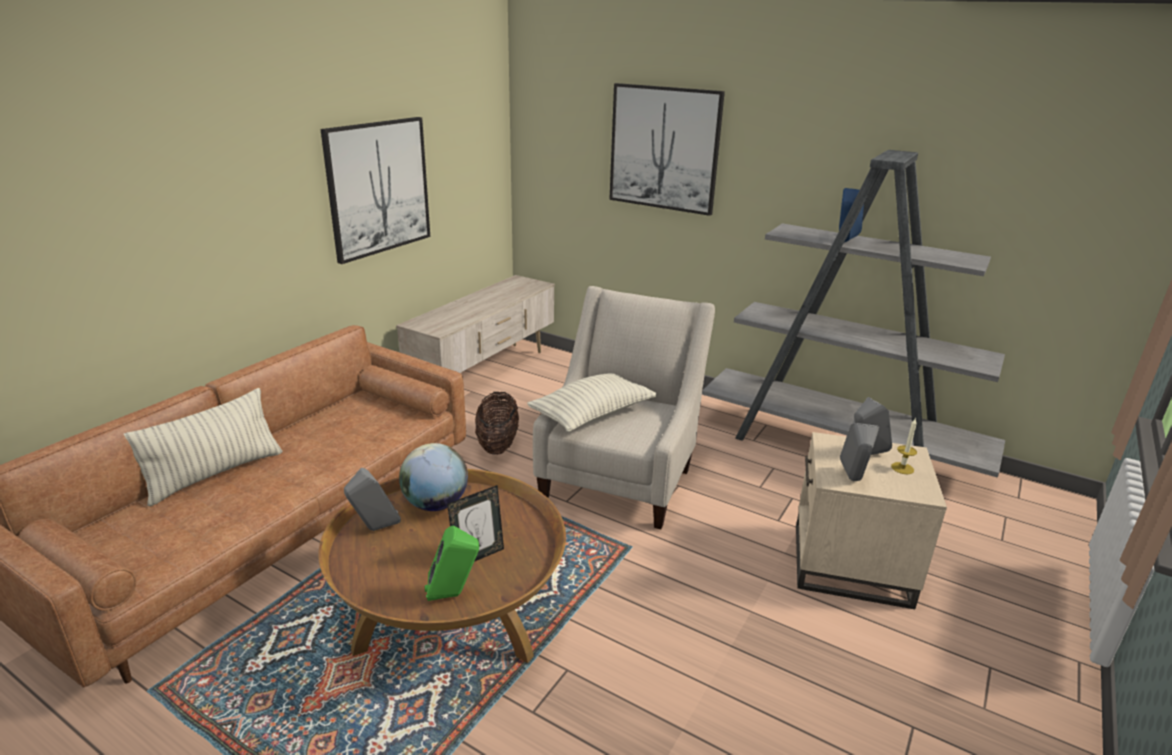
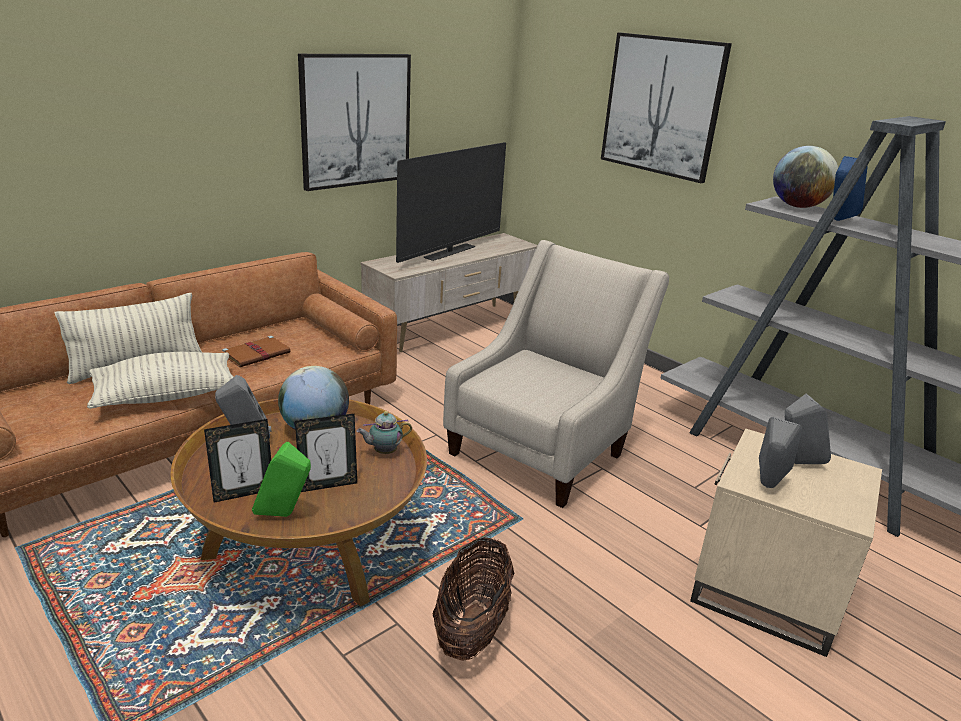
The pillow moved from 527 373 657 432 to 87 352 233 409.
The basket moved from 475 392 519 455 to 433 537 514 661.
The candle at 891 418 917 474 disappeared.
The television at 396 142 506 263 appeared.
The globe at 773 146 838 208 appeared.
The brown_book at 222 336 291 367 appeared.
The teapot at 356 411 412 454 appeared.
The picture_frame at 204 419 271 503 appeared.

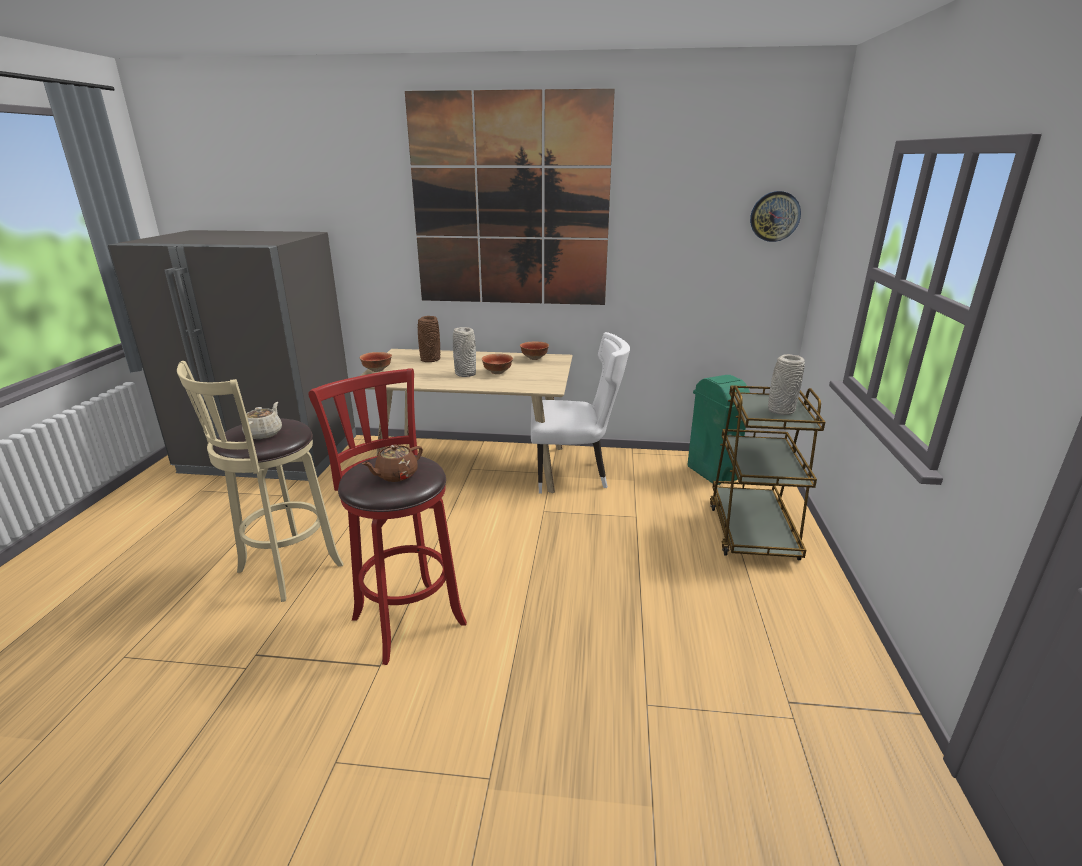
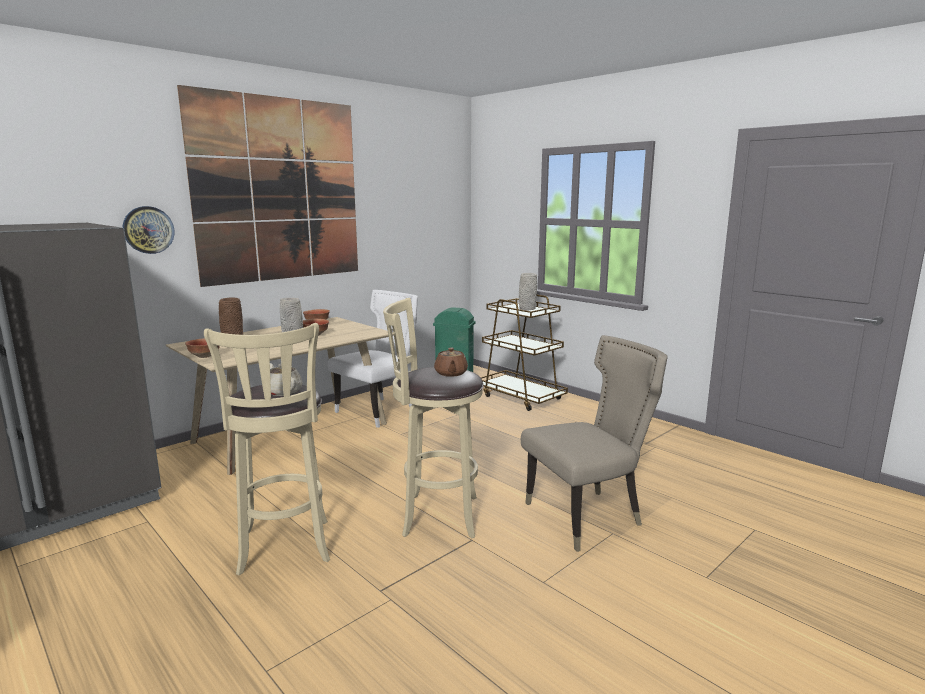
The wall_clock moved from 750 191 801 242 to 123 206 174 254.
The red_stool at 309 368 467 665 became the beige_stool at 383 298 484 538.
The beige_chair at 521 335 668 552 appeared.

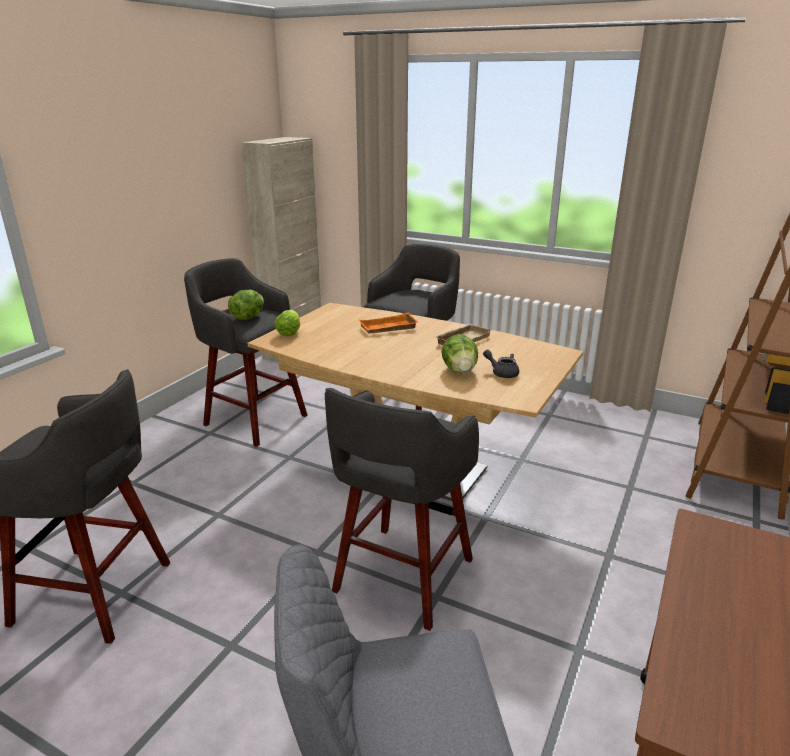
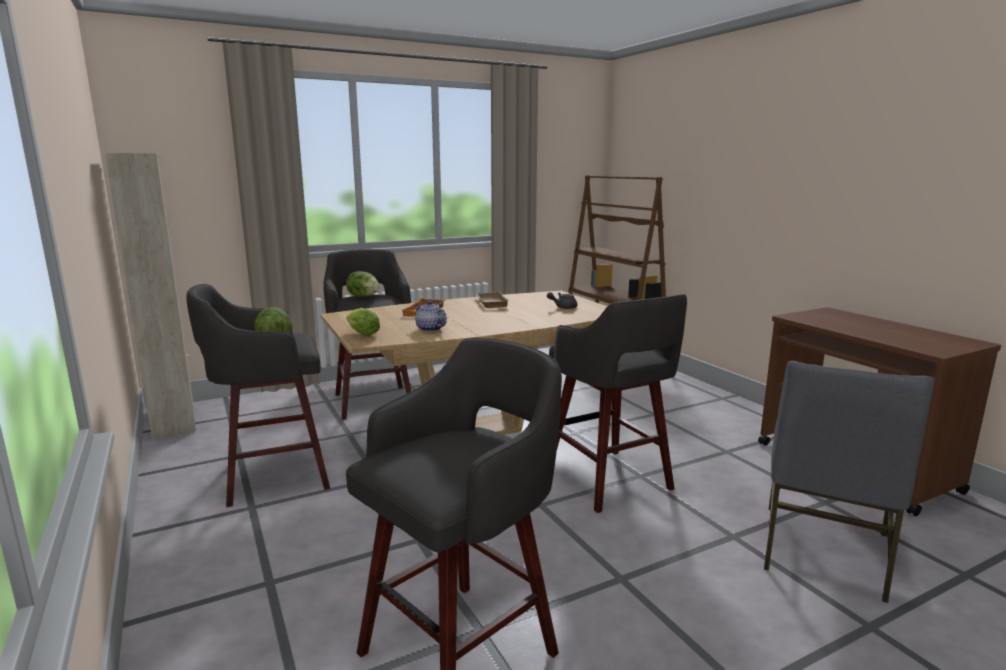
The lettuce moved from 441 334 478 373 to 346 271 380 297.
The teapot at 414 301 447 332 appeared.

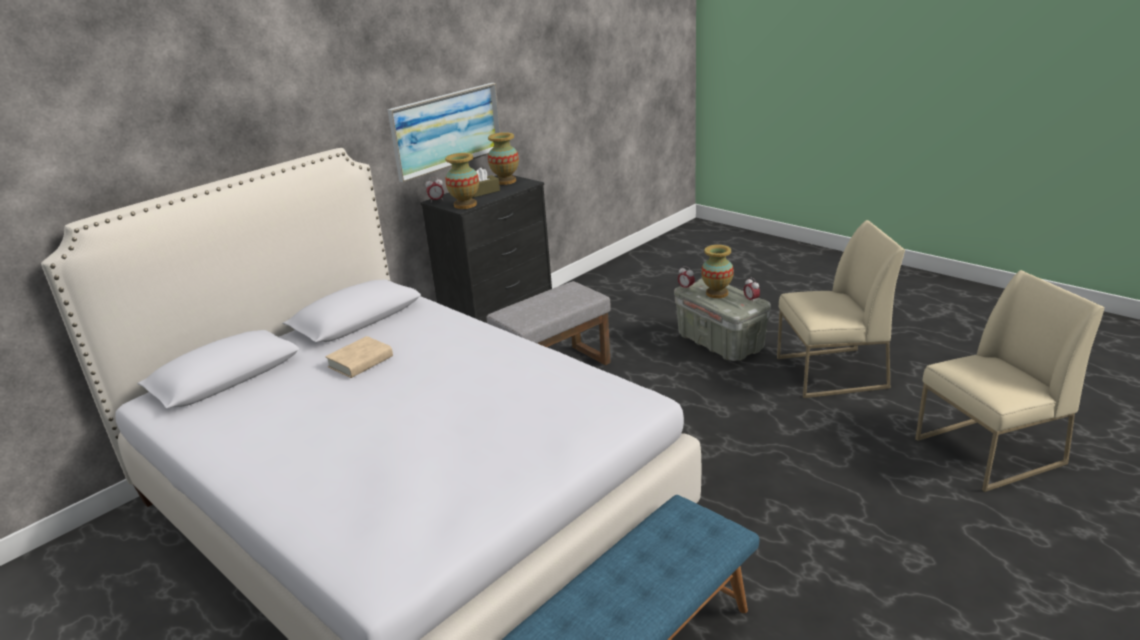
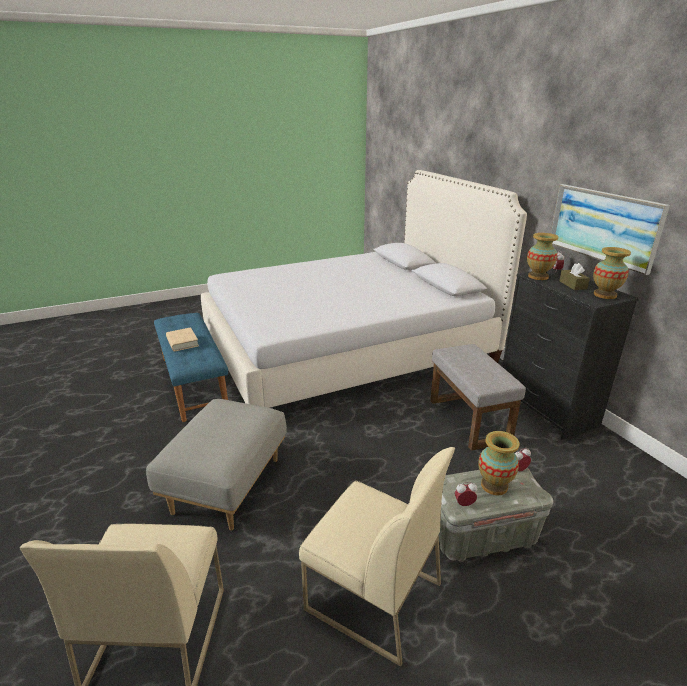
The beige_chair at 777 220 905 398 turned 75 degrees counterclockwise.
The beige_book moved from 325 336 393 378 to 166 327 199 351.
The grey_ottoman at 146 399 287 530 appeared.

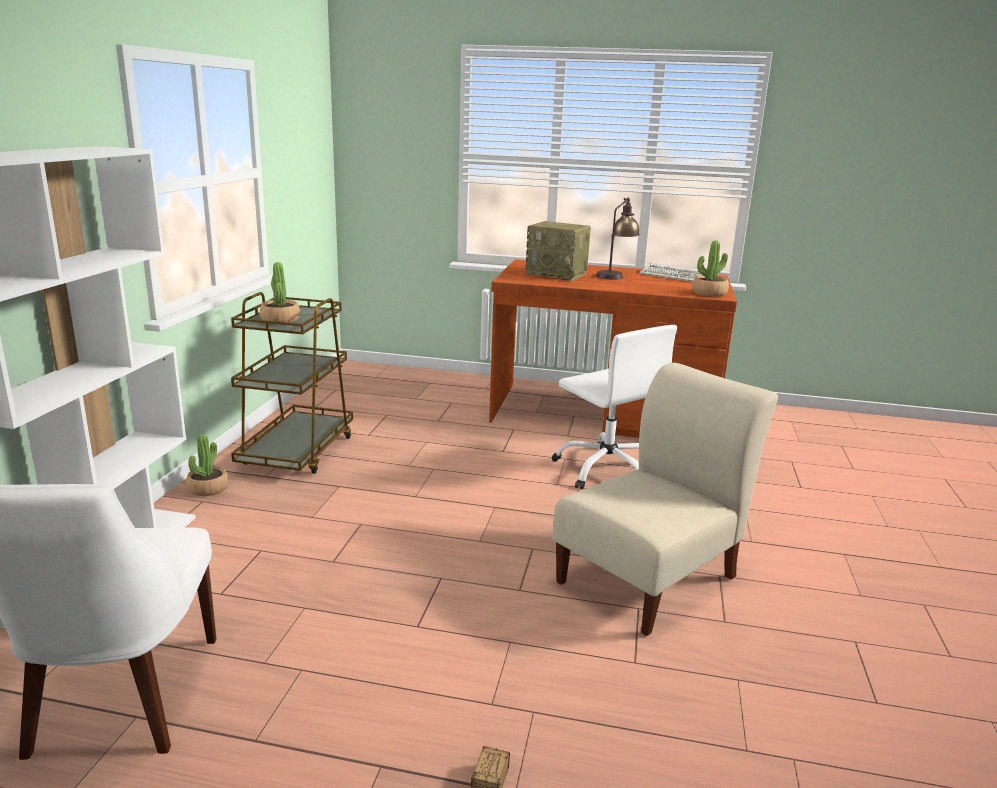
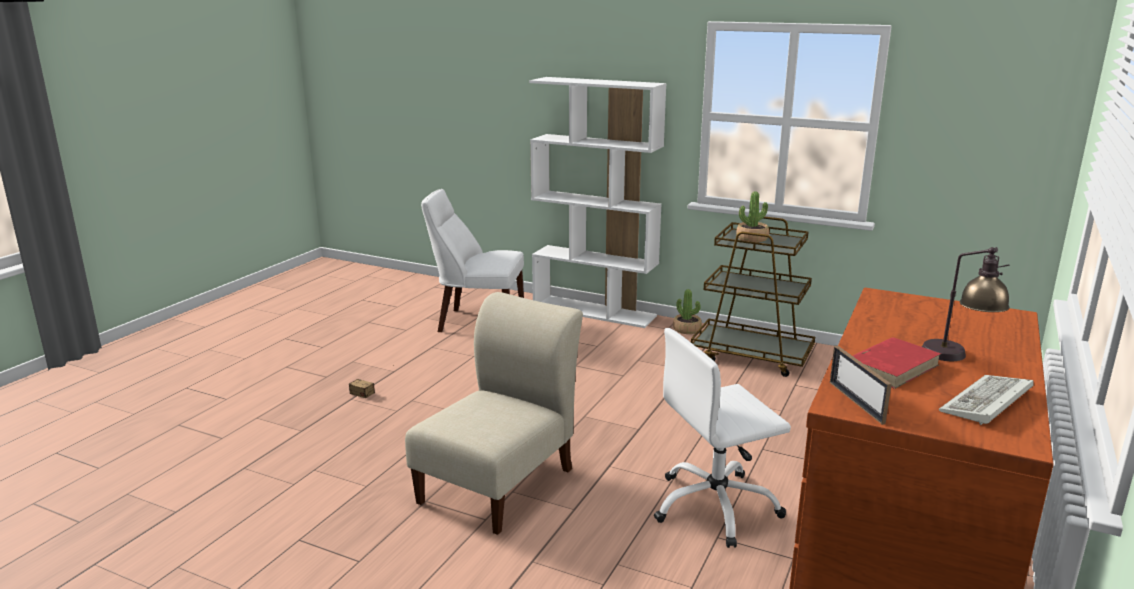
The radio at 525 221 591 281 disappeared.
The potted_plant at 692 240 729 297 was replaced by the picture_frame at 830 345 892 425.
The beige_chair at 553 363 778 636 turned 120 degrees counterclockwise.
The red_book at 853 337 941 389 appeared.

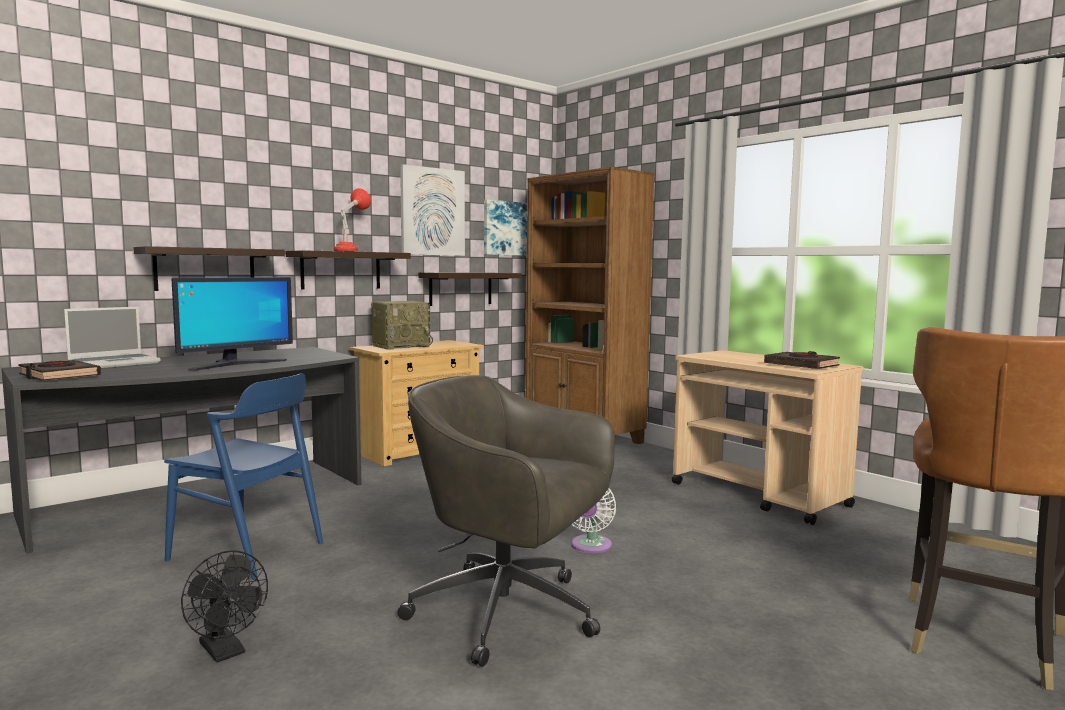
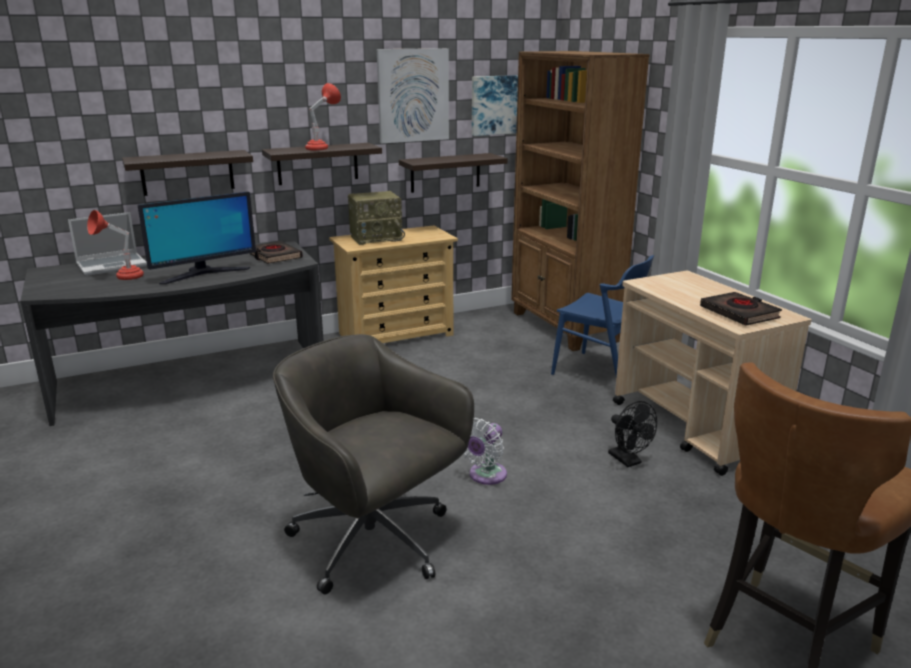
The black_book moved from 18 360 101 381 to 249 241 303 264.
The blue_chair moved from 164 373 323 580 to 551 255 654 377.
The black_fan moved from 181 550 268 663 to 608 401 657 467.
The red_table_lamp at 87 210 144 280 appeared.

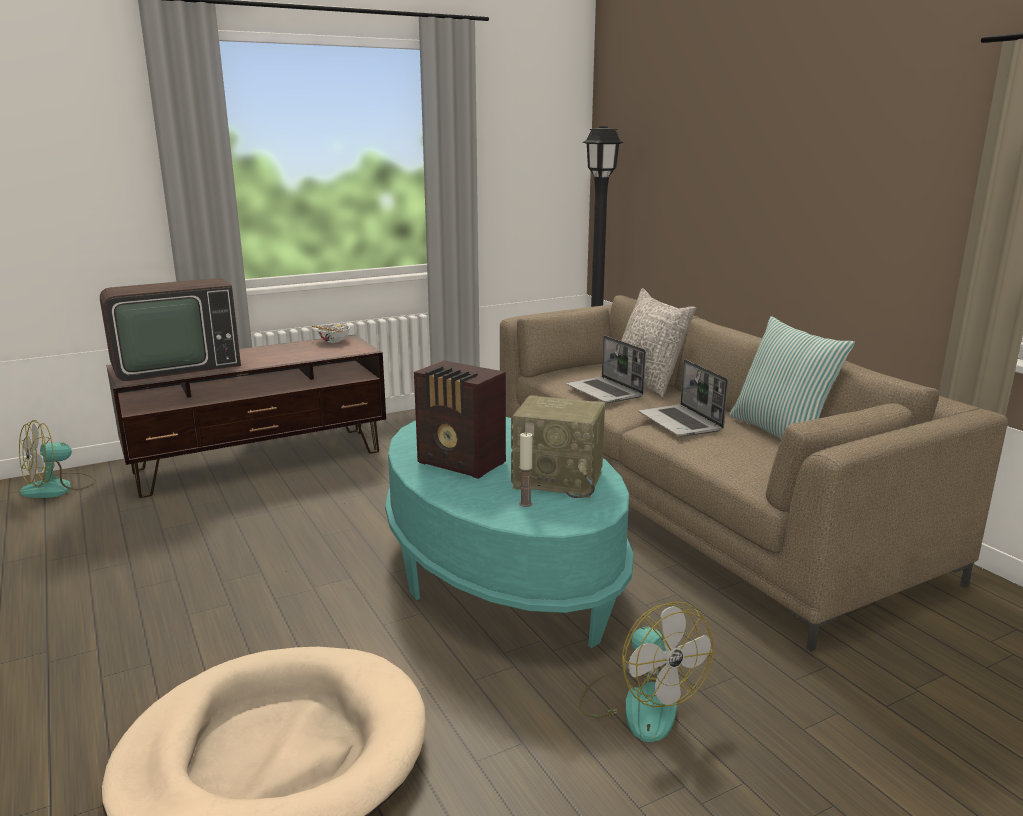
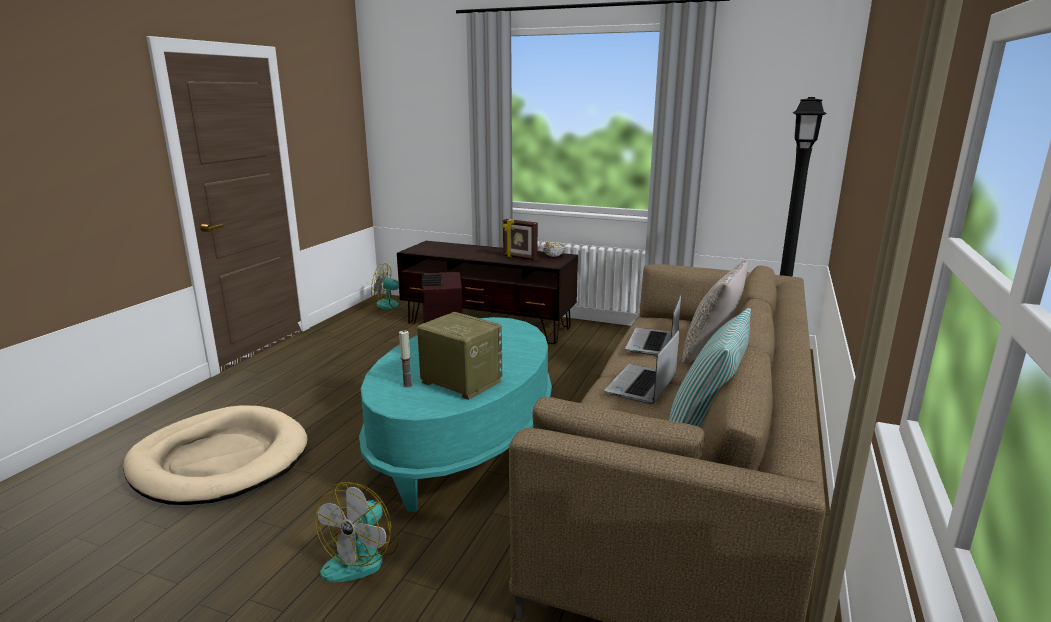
The television at 100 278 241 381 disappeared.
The radio at 511 395 605 498 turned 150 degrees clockwise.
The picture_frame at 502 219 538 260 appeared.

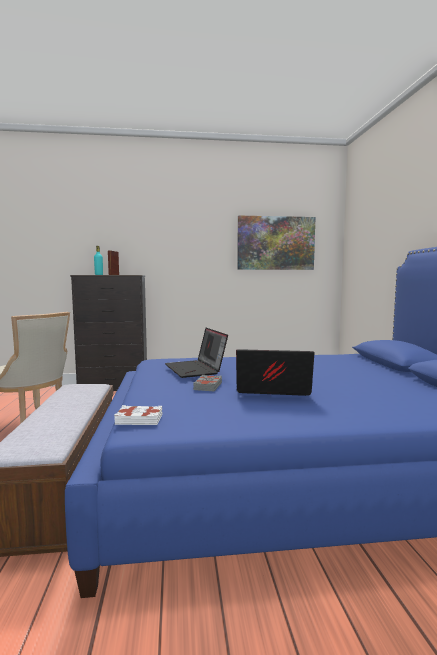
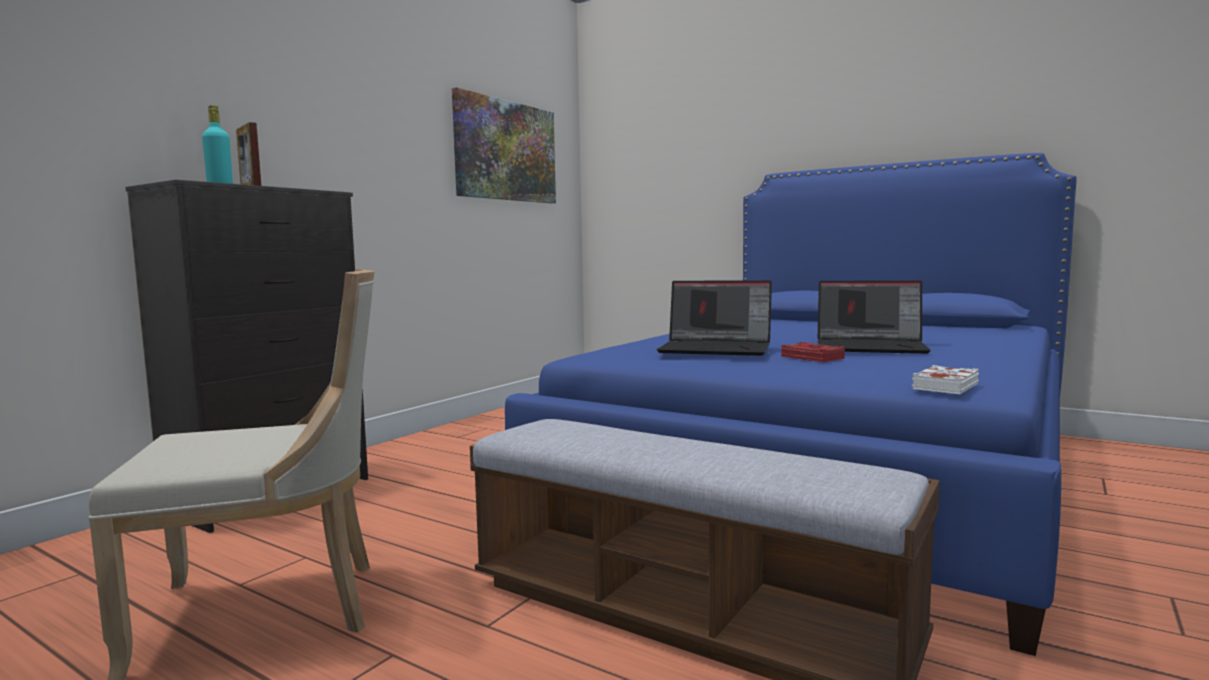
The laptop at 236 349 315 396 turned 120 degrees counterclockwise.
The grey_book at 193 375 222 392 became the red_book at 781 342 845 362.

